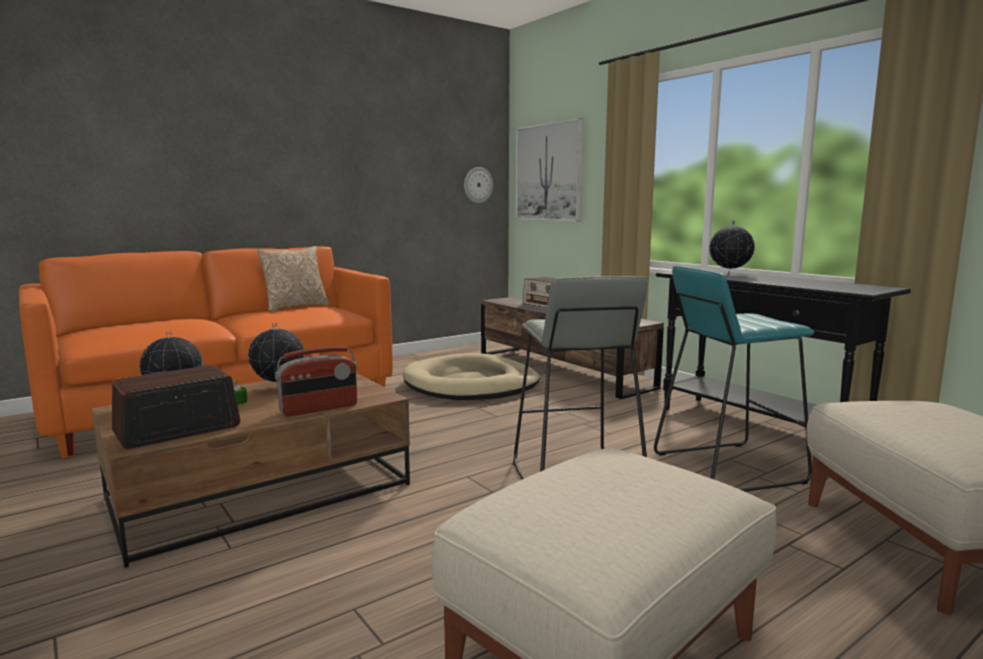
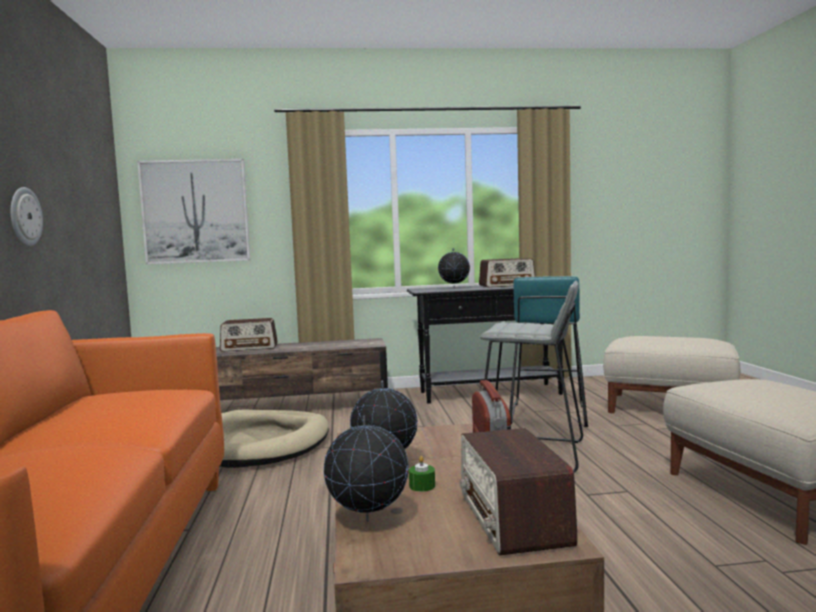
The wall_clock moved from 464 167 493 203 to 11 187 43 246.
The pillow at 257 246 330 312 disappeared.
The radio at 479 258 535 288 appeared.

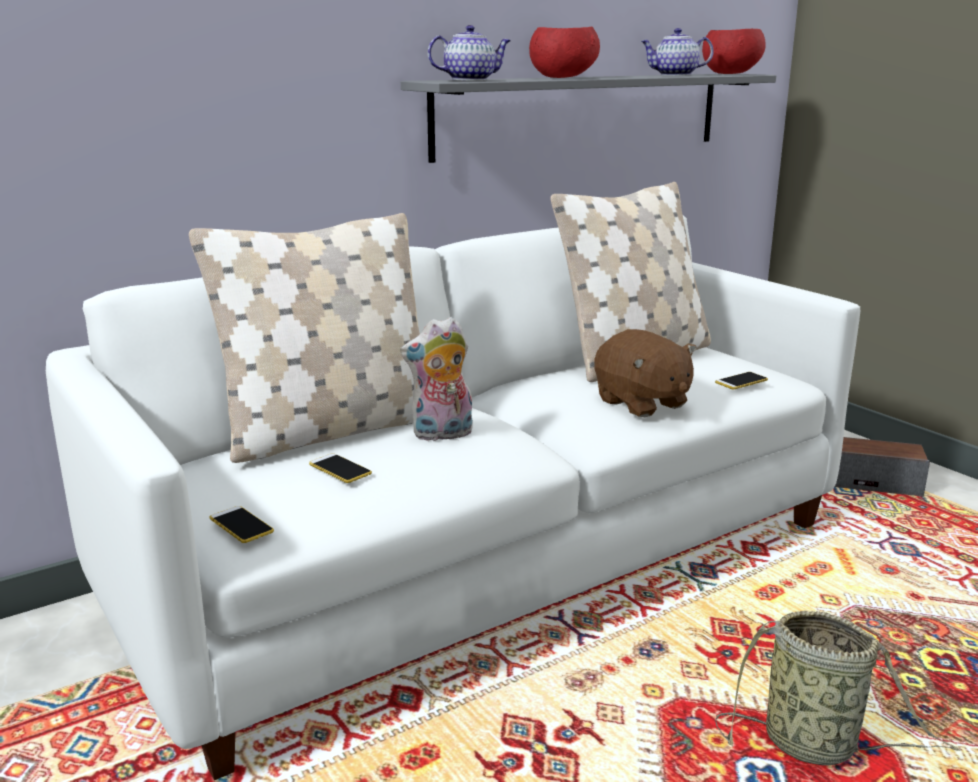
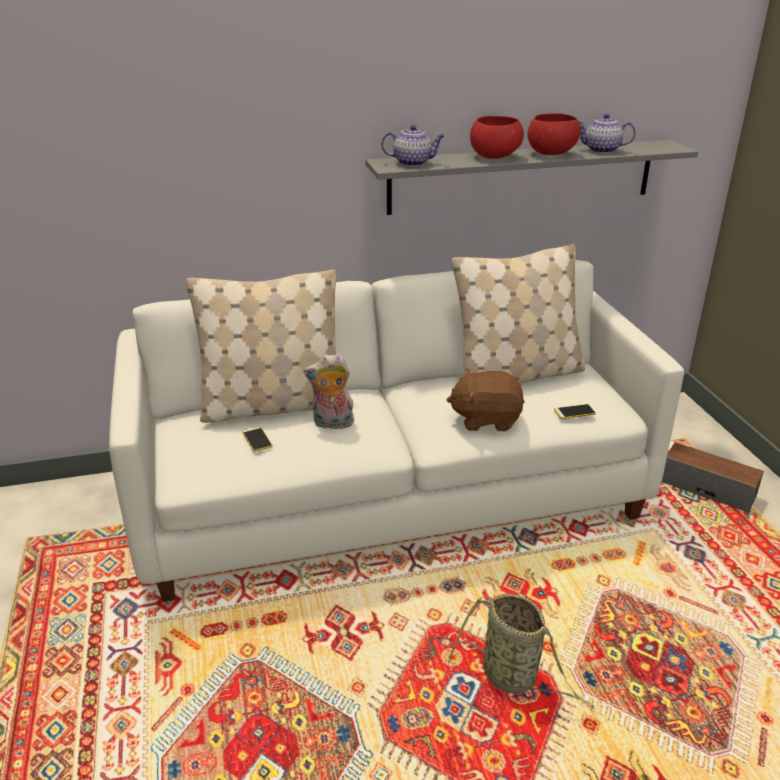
The red_bowl moved from 702 29 766 74 to 527 113 581 155.
The brown_plush_toy at 594 329 697 417 turned 105 degrees clockwise.
The phone at 210 506 274 543 disappeared.

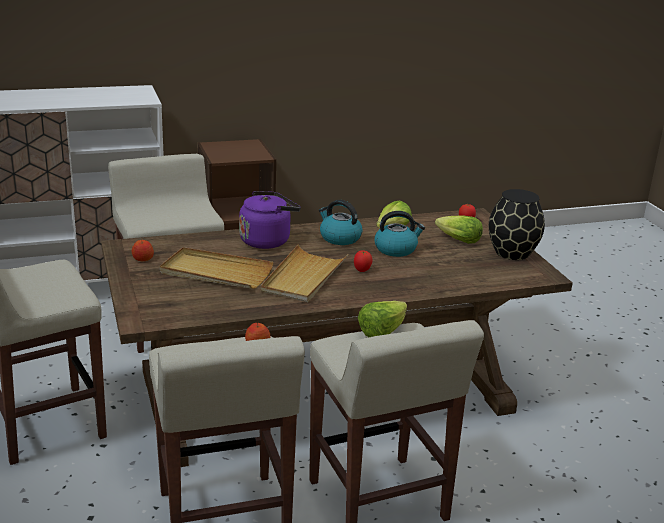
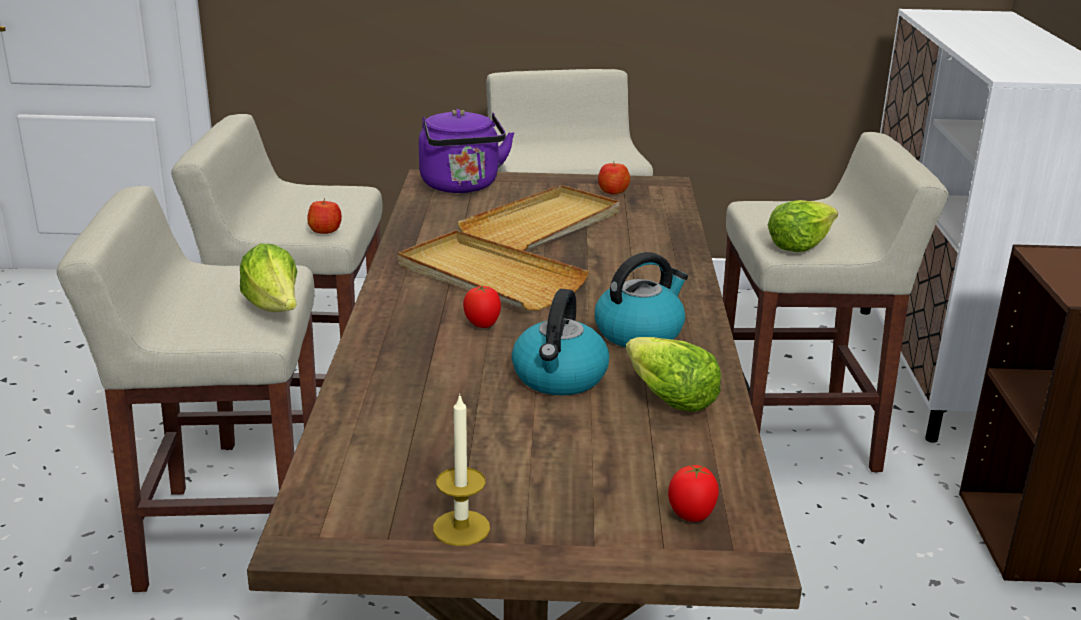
The black_vase at 489 189 545 260 was replaced by the candle at 433 393 490 546.
The purple_kettle moved from 239 191 301 249 to 419 109 514 193.
The lettuce moved from 435 215 483 244 to 768 200 838 252.

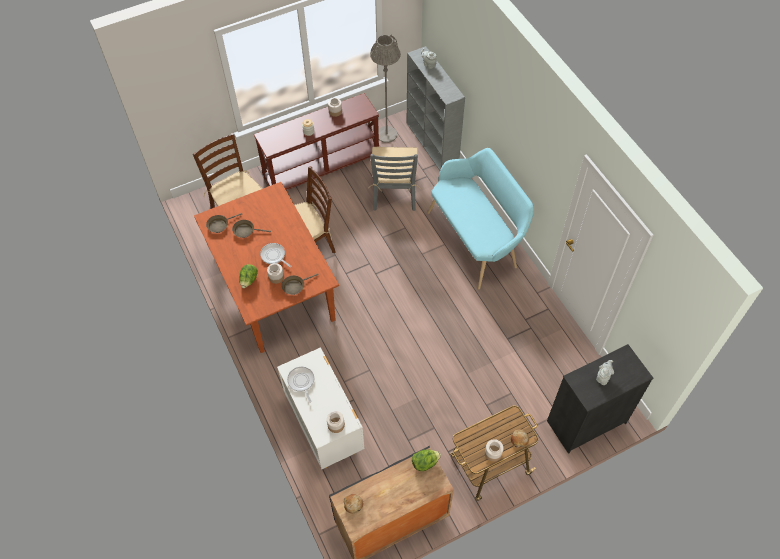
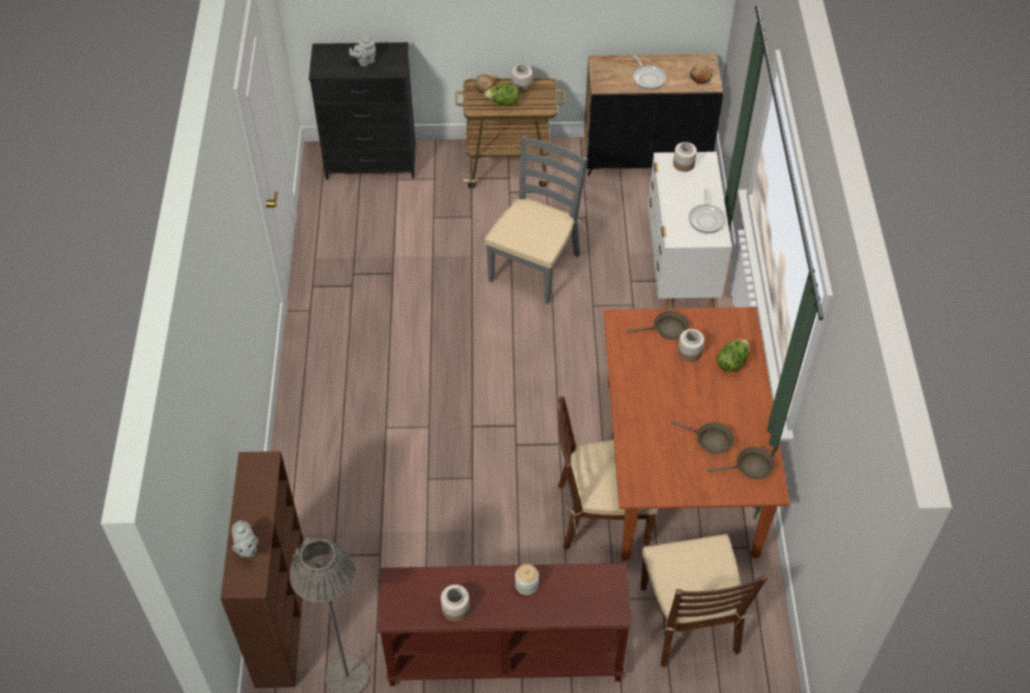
The grey_bookcase at 407 46 465 170 became the brown_bookcase at 220 451 304 688.
The grey_chair moved from 368 147 421 211 to 485 136 588 304.
The turquoise_bench at 428 148 534 289 disappeared.
The frying_pan moved from 260 243 292 267 to 632 54 667 90.
The lettuce moved from 412 450 441 471 to 484 83 519 106.

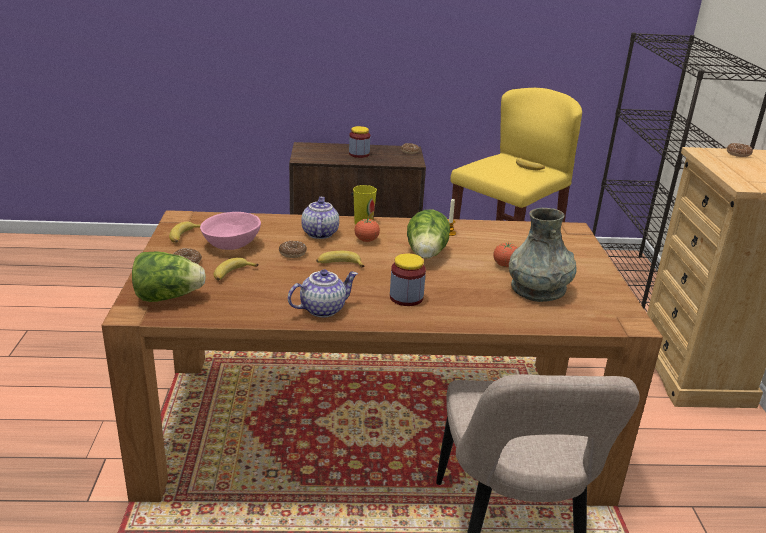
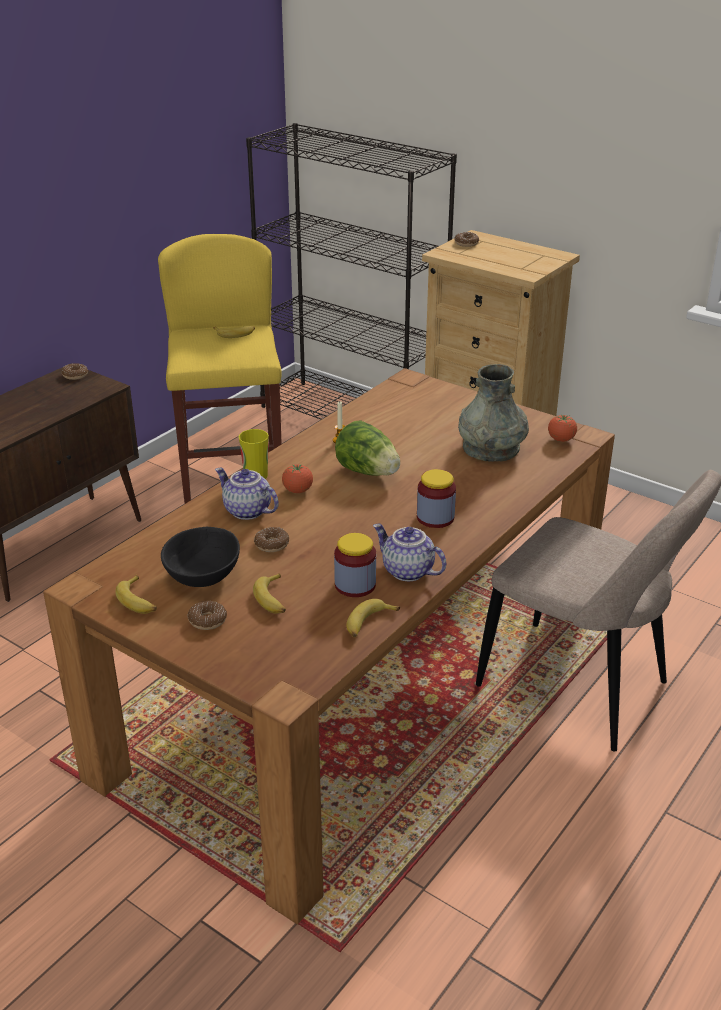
The jar moved from 349 126 370 158 to 334 533 376 597.
The pink_bowl at 200 212 261 250 became the black_bowl at 161 527 240 587.
The tomato moved from 493 243 517 267 to 548 415 577 442.
The lettuce at 132 251 206 302 disappeared.
The banana moved from 316 251 365 267 to 346 599 400 637.
The teapot at 288 269 358 318 turned 60 degrees counterclockwise.

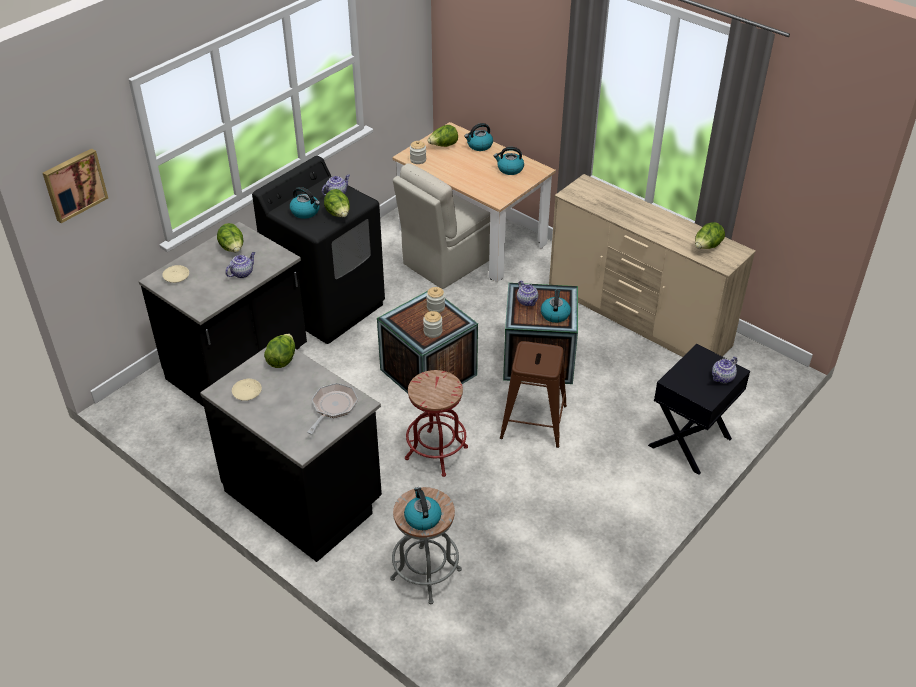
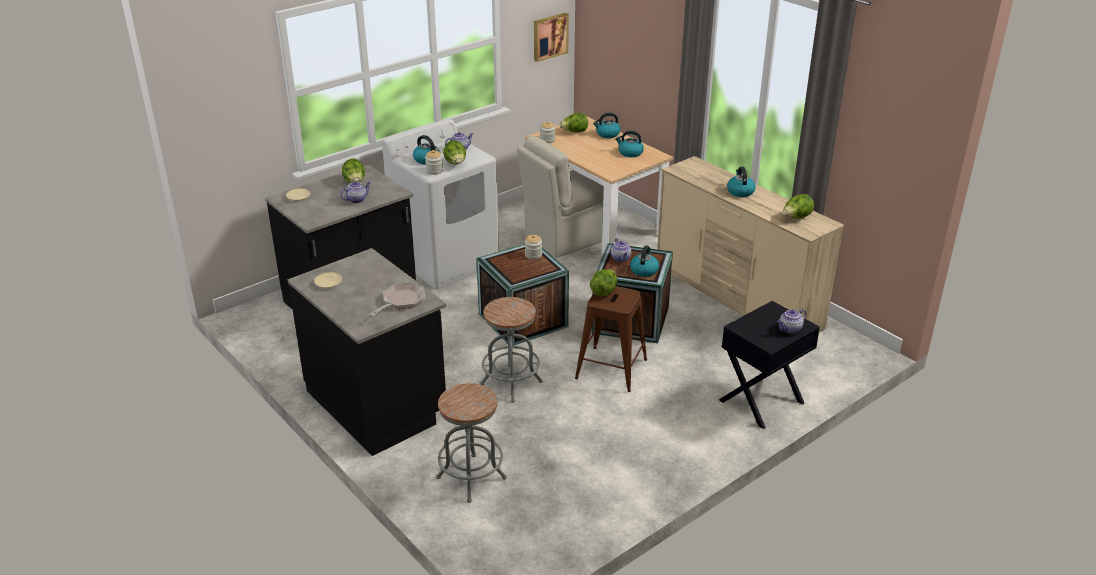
The picture moved from 43 148 108 223 to 534 13 569 62.
The black_washing_machine at 252 156 385 344 became the white_washing_machine at 382 118 499 290.
The jar moved from 423 311 442 338 to 425 150 443 175.
The lettuce moved from 264 334 295 368 to 590 269 617 297.
The red_stool at 405 370 468 477 became the grey_stool at 480 297 543 403.
The kettle moved from 404 487 441 530 to 727 167 756 197.

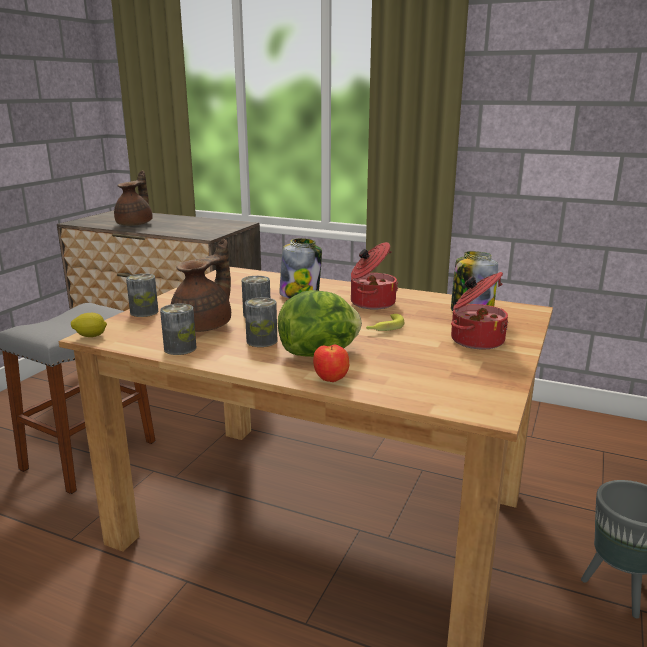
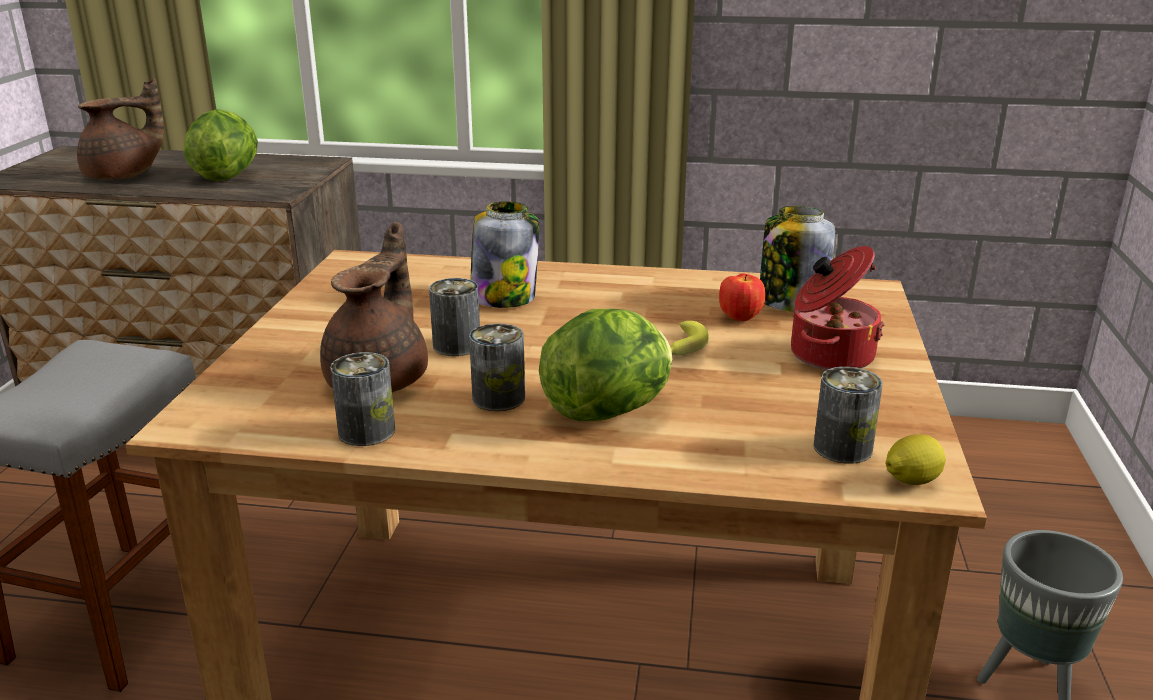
The brown_teapot at 114 170 153 226 turned 60 degrees clockwise.
The cooking_pot at 351 242 399 310 disappeared.
The can moved from 126 273 158 317 to 813 367 883 464.
The lemon moved from 71 313 107 337 to 885 434 946 485.
The apple moved from 313 344 349 382 to 719 273 766 321.
The lettuce at 184 109 258 181 appeared.

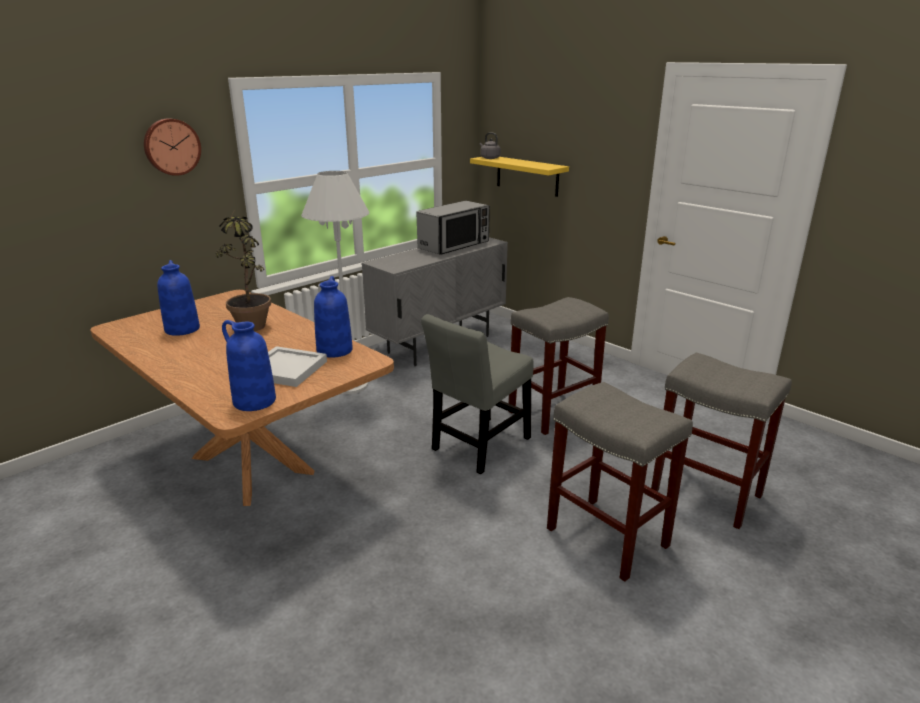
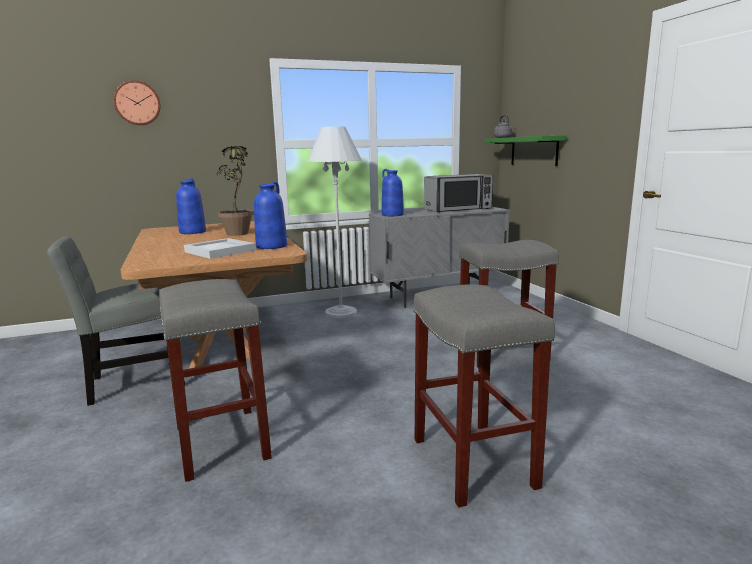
The wall_clock moved from 144 118 201 176 to 114 80 161 125.
The yellow_shelf at 470 157 569 197 became the green_shelf at 485 135 567 166.
The grey_chair moved from 421 314 534 474 to 47 236 185 406.
The blue_vase moved from 222 320 276 411 to 382 169 404 216.
The grey_stool moved from 651 353 791 529 to 159 279 272 482.

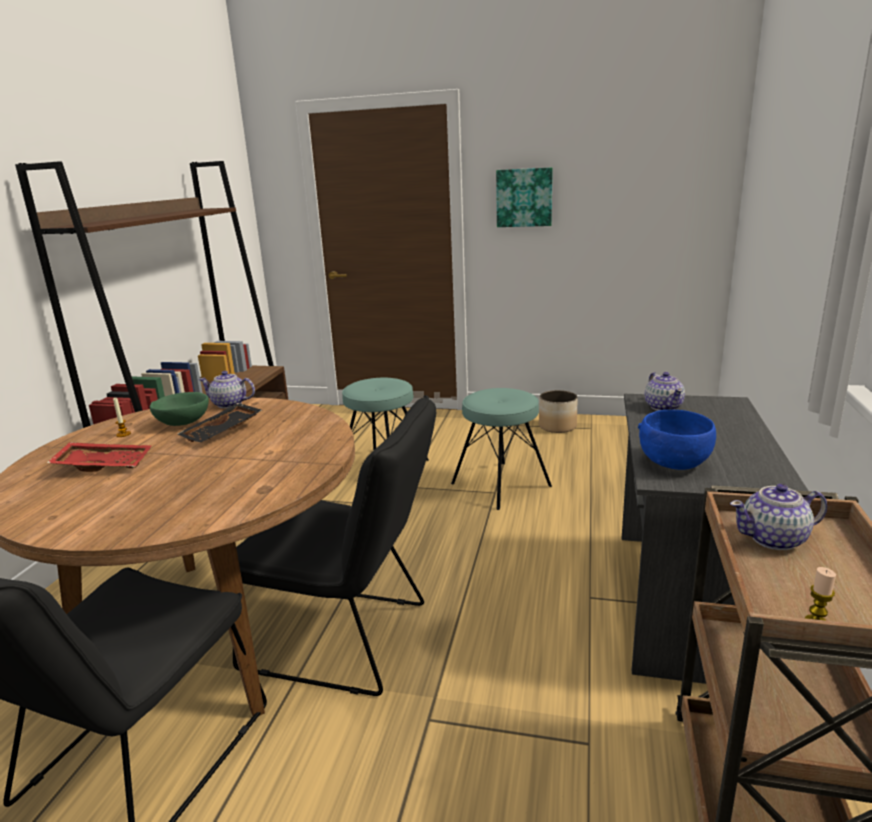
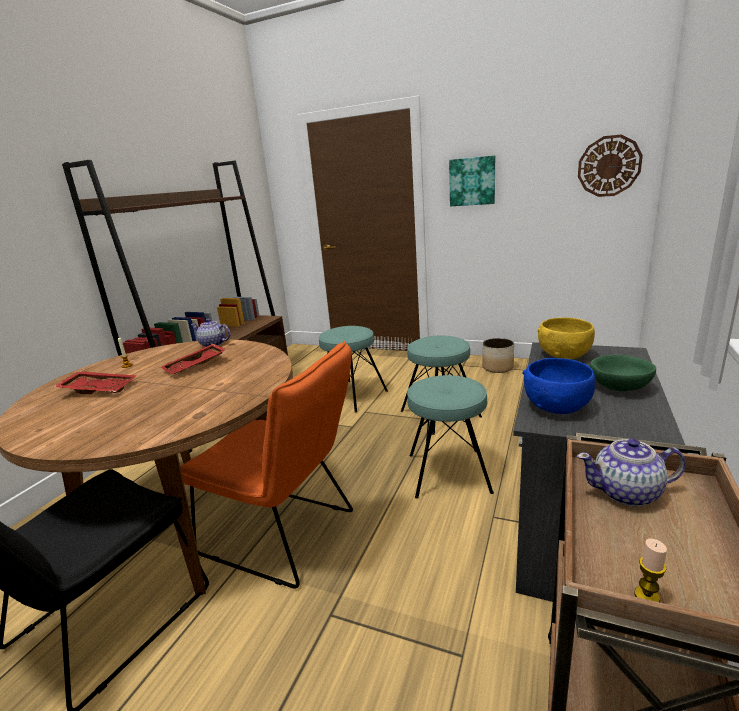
The teapot at 645 372 685 411 was replaced by the yellow_bowl at 537 317 595 359.
The green_bowl moved from 150 392 209 426 to 590 355 656 391.
The black_chair at 233 395 436 696 became the orange_chair at 180 340 353 589.
The black_tray at 178 403 262 443 became the red_tray at 161 344 227 374.
The wall_clock at 578 134 643 197 appeared.
The turquoise_stool at 407 375 494 498 appeared.

